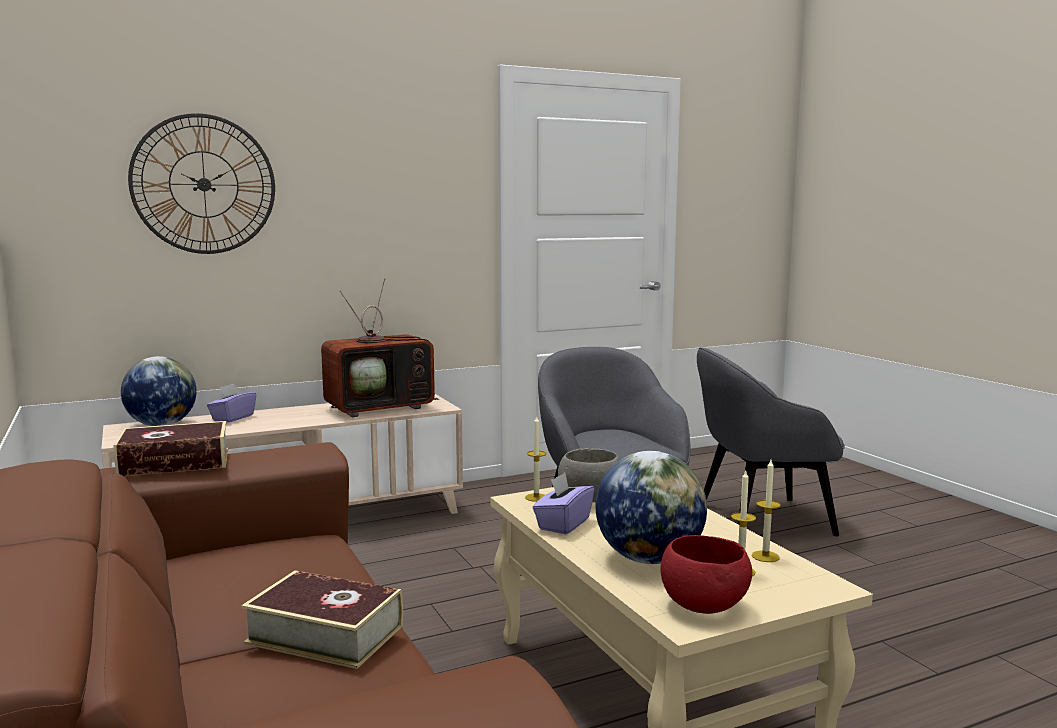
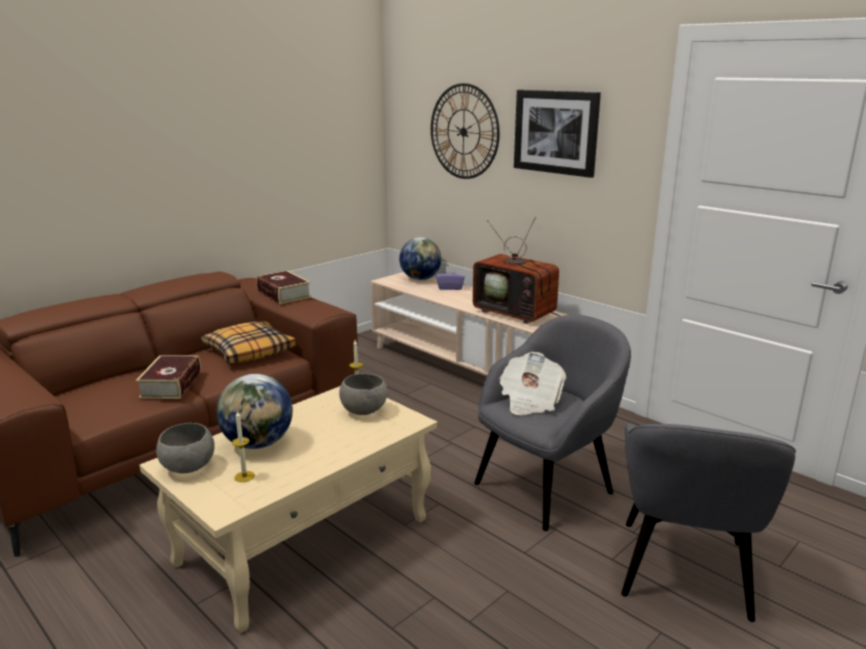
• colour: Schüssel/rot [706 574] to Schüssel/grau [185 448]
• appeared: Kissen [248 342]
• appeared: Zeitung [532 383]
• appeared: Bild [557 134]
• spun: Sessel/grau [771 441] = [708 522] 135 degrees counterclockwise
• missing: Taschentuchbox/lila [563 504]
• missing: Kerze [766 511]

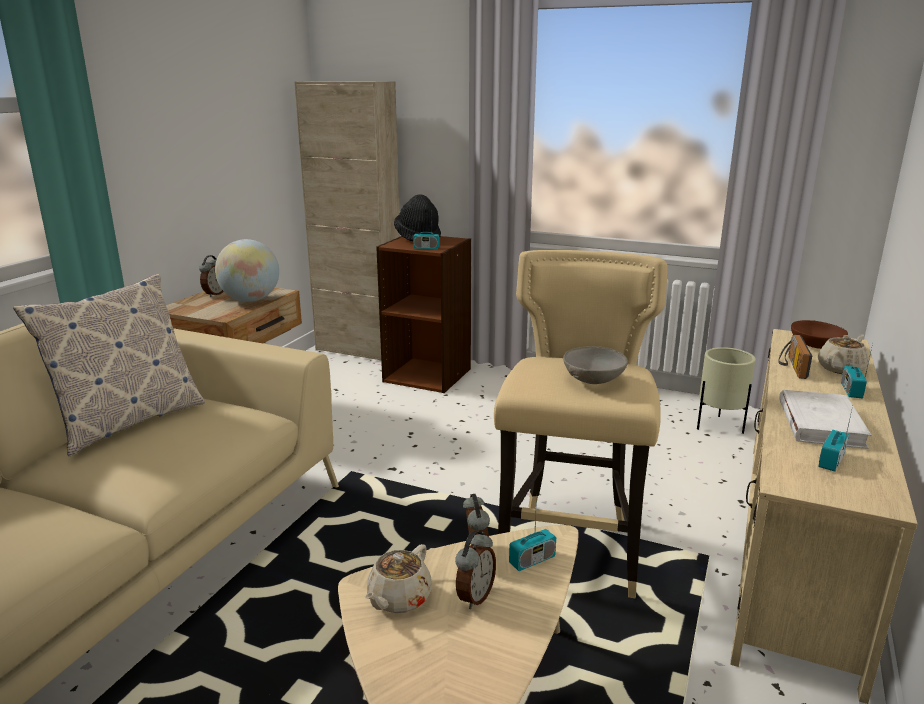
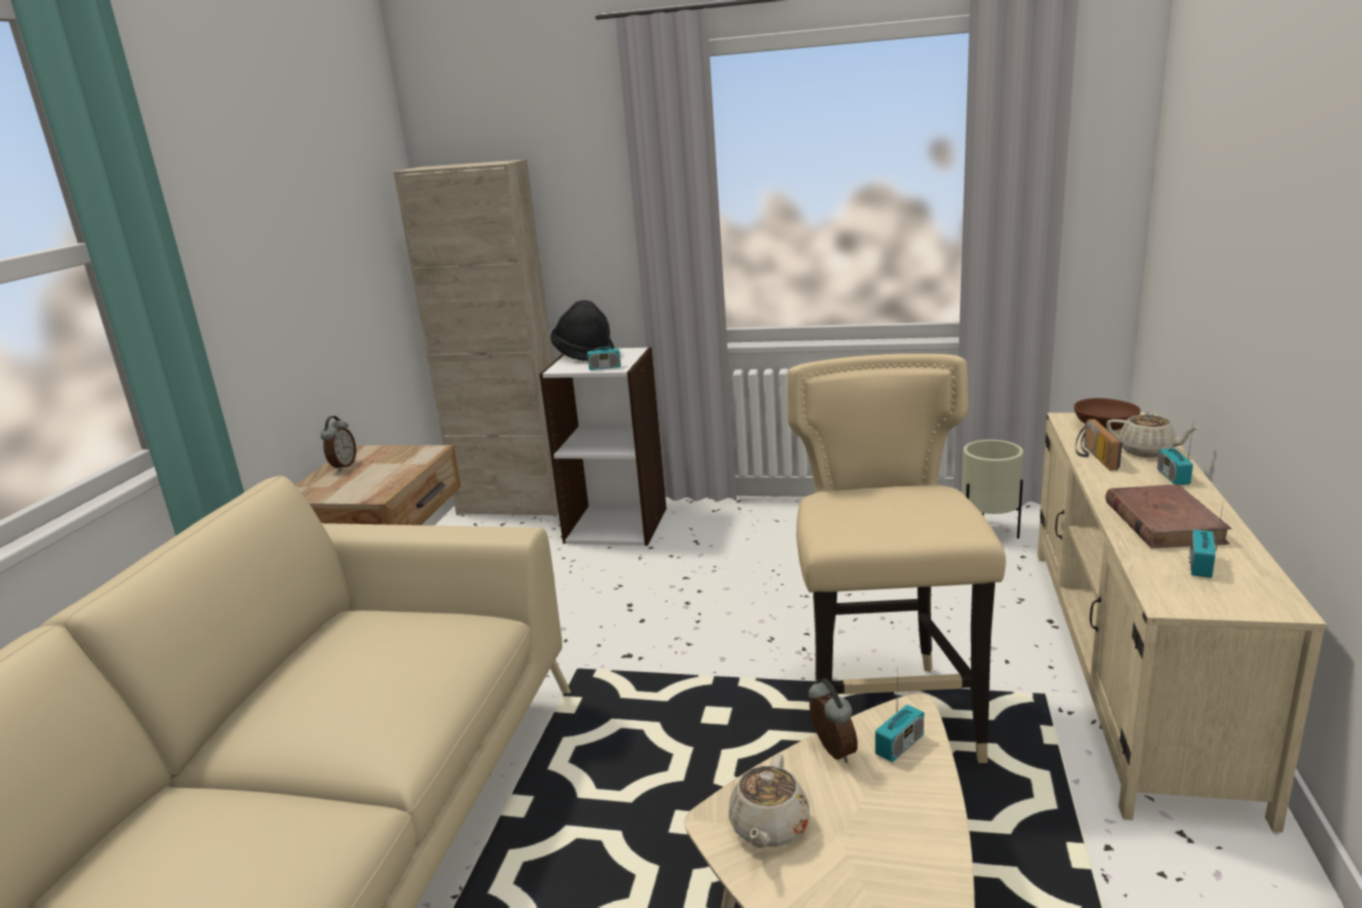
• colour: Bücherregal/braun [423 314] to Bücherregal/weiß [603 446]
• colour: Buch/weiß [825 419] to Buch/braun [1168 516]
• spun: Teekanne/beige [843 354] = [1152 434] 90 degrees clockwise
• missing: Kissen [109 365]
• missing: Globus [247 270]
• missing: Wecker [475 570]
• missing: Schüssel/grau [595 365]

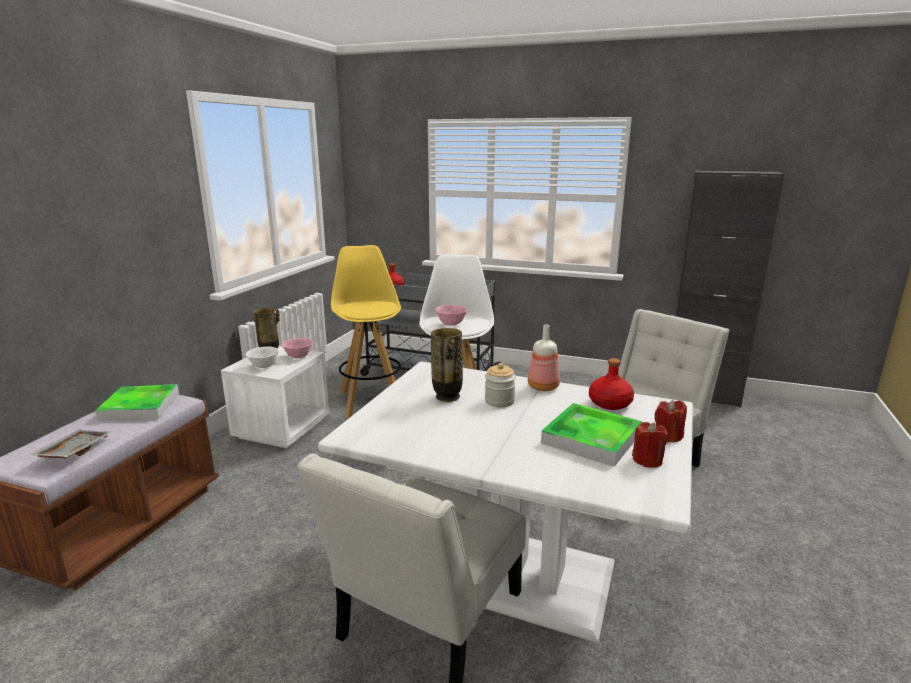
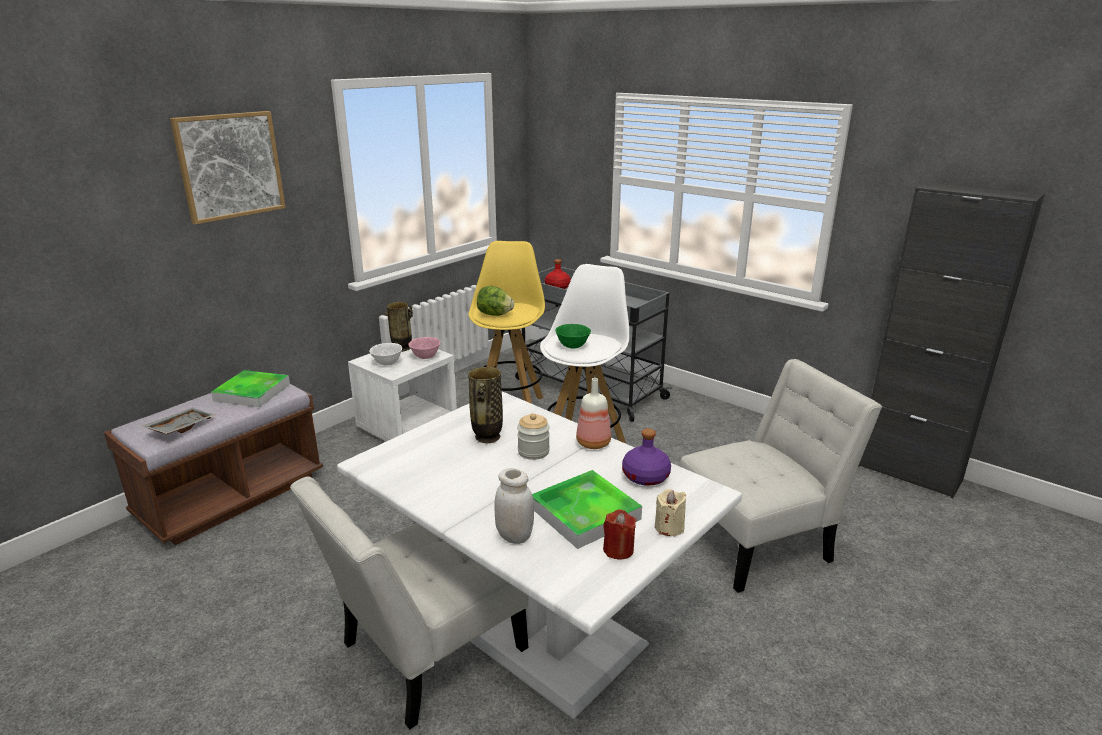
• appeared: Bild [228 168]
• appeared: Salatkopf [495 301]
• appeared: Vorratsglas/weiß [514 506]
• colour: Schüssel/rosa [451 315] to Schüssel/grün [573 336]
• colour: Flasche/rot [611 384] to Flasche/lila [646 457]
• colour: Kerze/rot [670 421] to Kerze/beige [670 512]

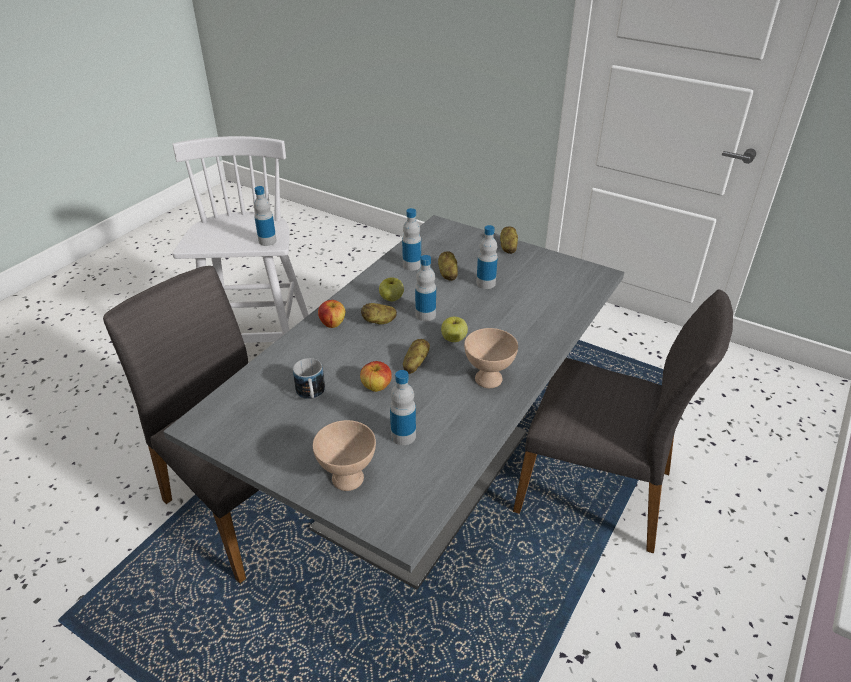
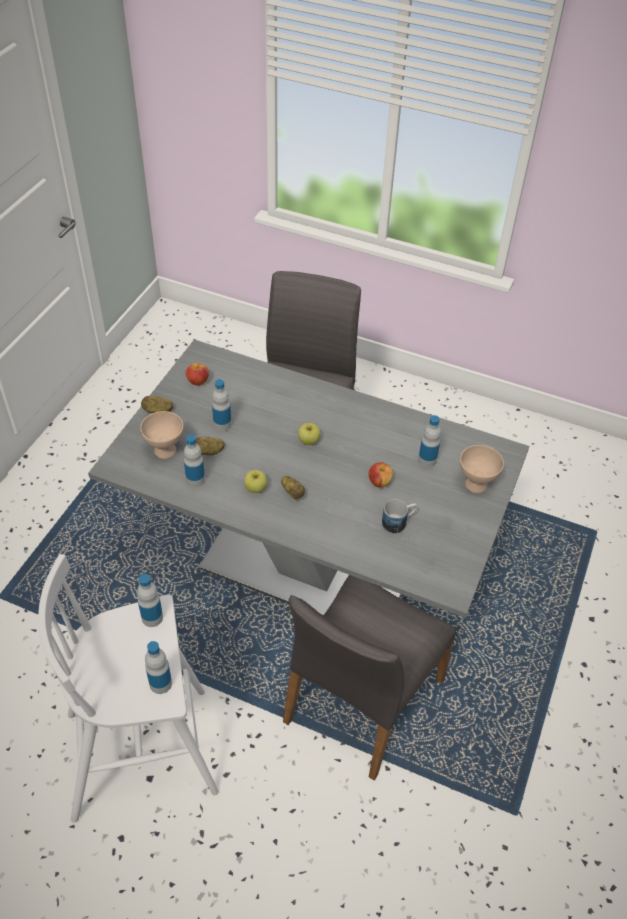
• relocated: Schüssel/beige [491 358] to [161 435]
• relocated: Flasche [425 288] to [158 667]
• relocated: Apfel [331 314] to [197 374]
• missing: Kartoffel [416 356]

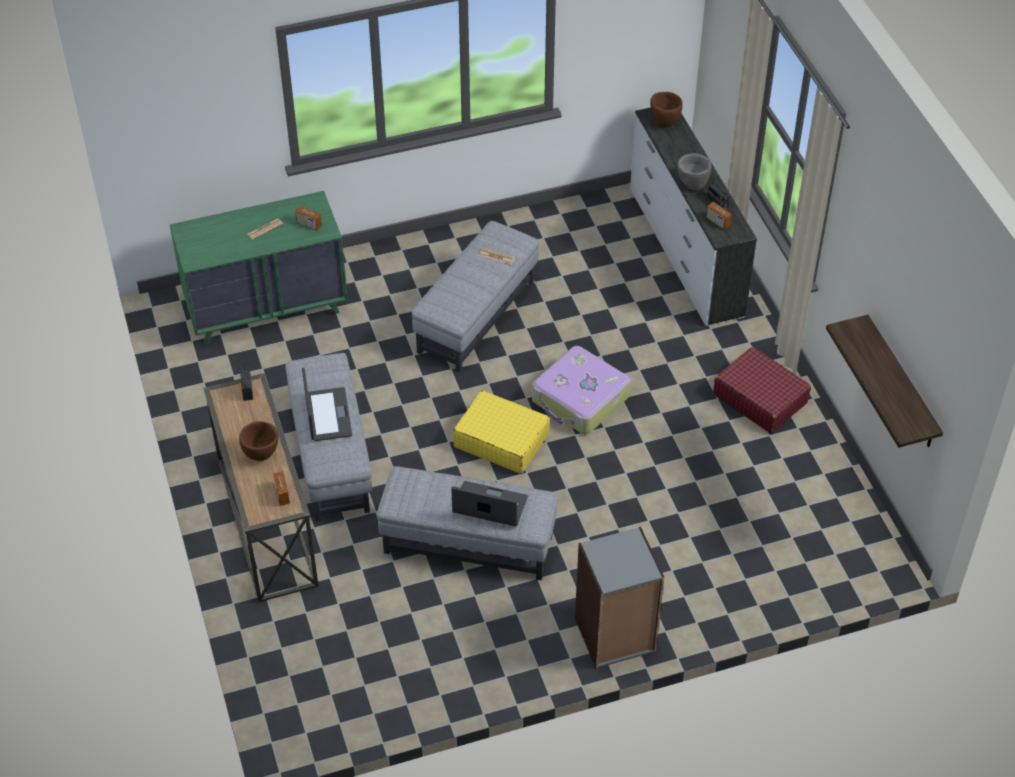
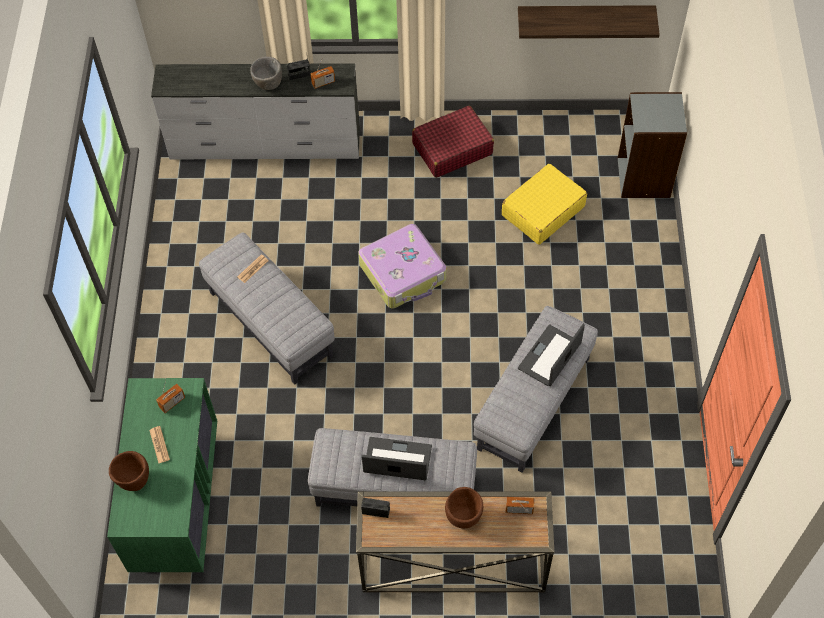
• relocated: Schüssel/braun [667 110] to [129 471]
• relocated: Koffer/gelb [501 432] to [544 204]
• relocated: Bücherregal/grau [619 598] to [652 145]

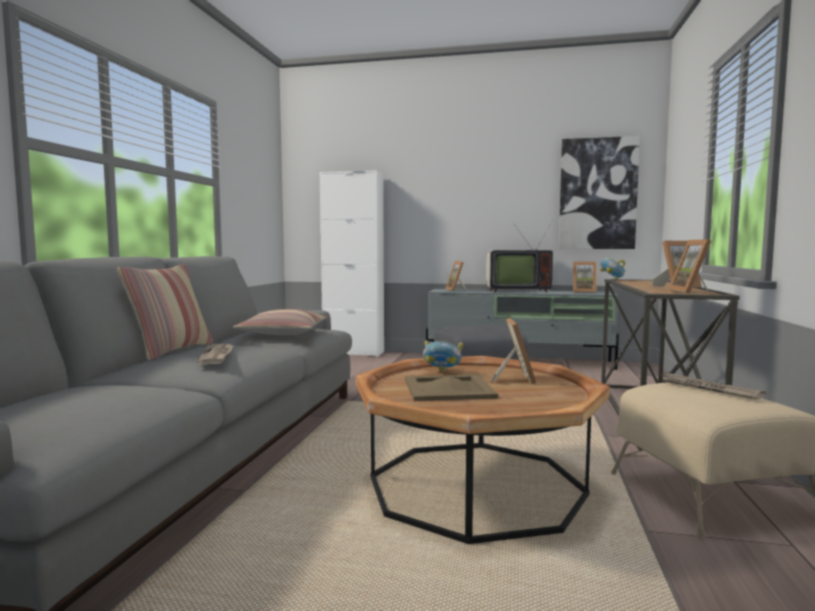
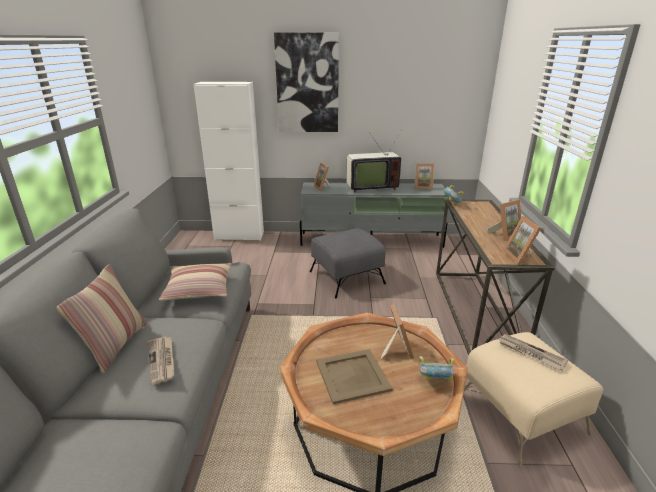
• relocated: Bild [599 192] to [306 82]
• relocated: Schüssel [443 356] to [436 369]

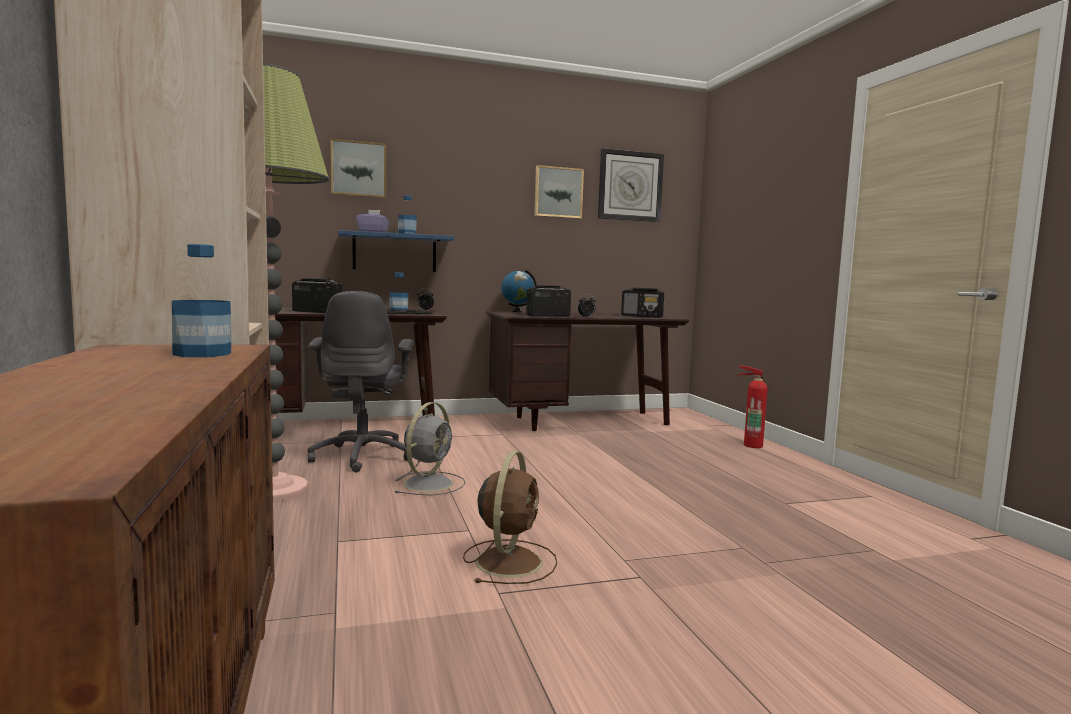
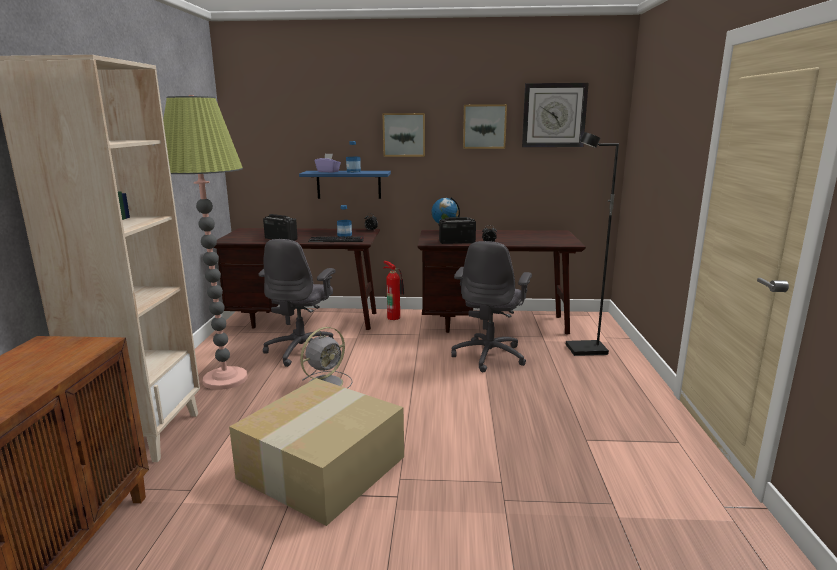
• exchanged: Ventilator/braun [510 517] to Karton [316 452]
• relocated: Bild [358 168] to [403 135]
• relocated: Feuerlöscher [752 406] to [394 290]
• appeared: Bürostuhl/grau [491 306]
• appeared: Stehlampe/schwarz [592 244]
• missing: Flasche [201 300]
• missing: Radio [642 303]

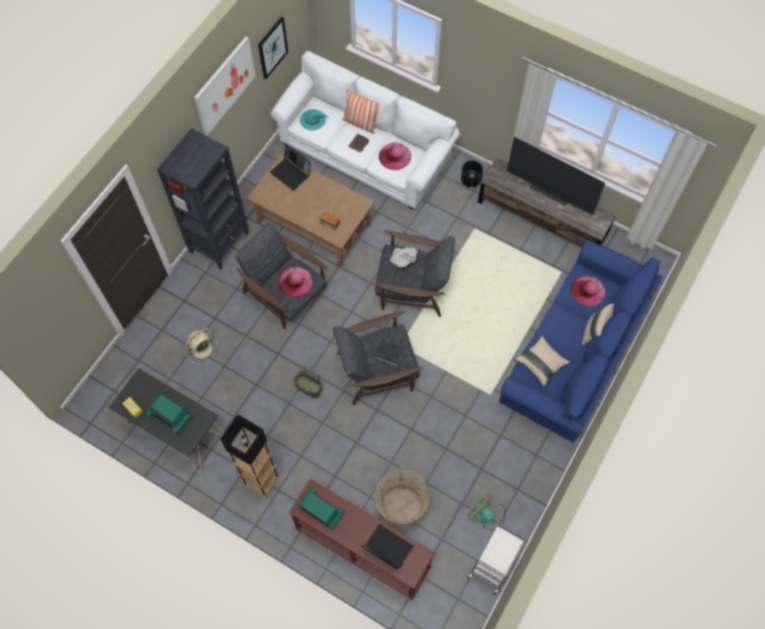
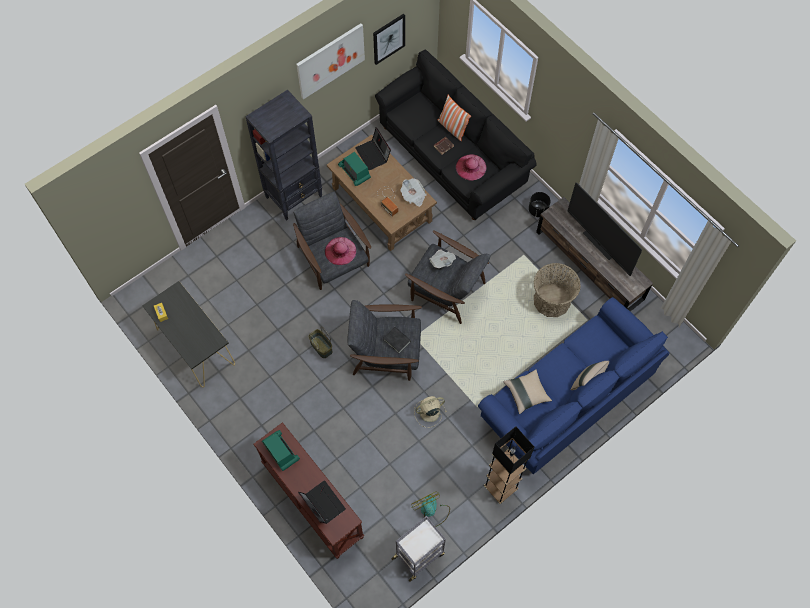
• relocated: Radio [168 414] to [354 169]
• colour: Sofa/weiß [365 130] to Sofa/schwarz [456 134]
• appeared: Zeitung [413 192]
• relocated: Ventilator/beige [201 346] to [430 412]
• relocated: Stehlampe/schwarz [250 456] to [509 465]
• relocated: Korb [402 499] to [557 290]
• missing: Hut/türkis [314 120]
• missing: Hut/rosa [588 291]

